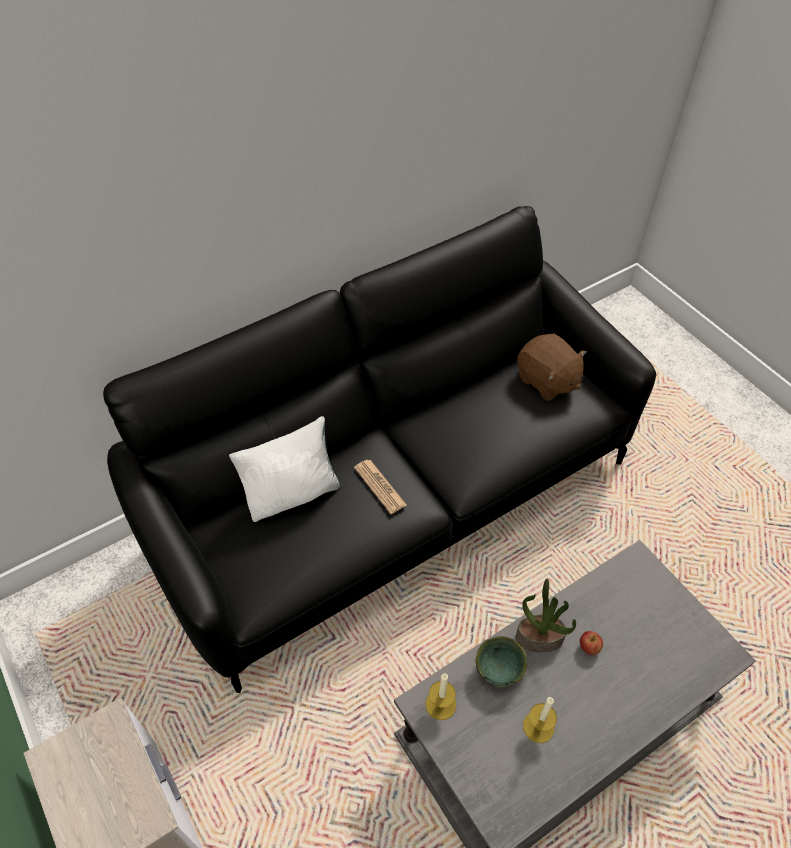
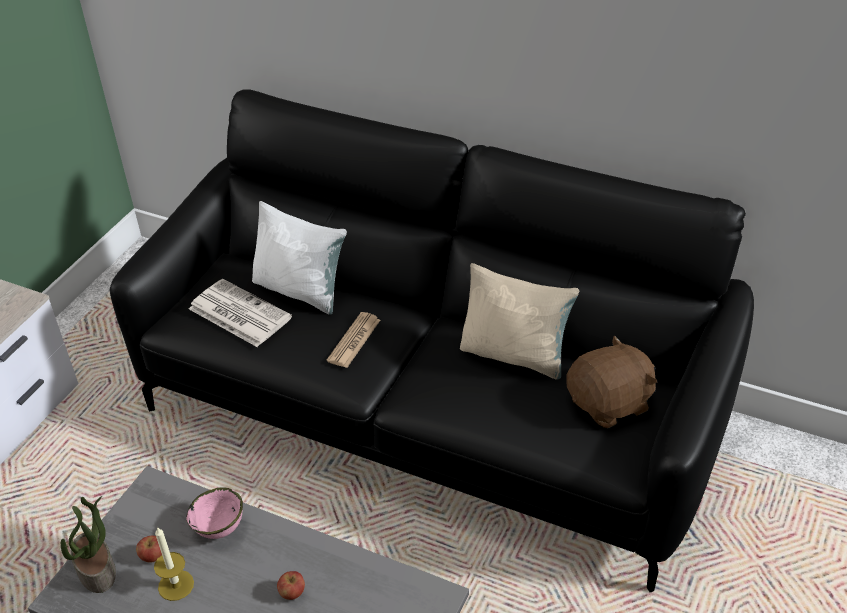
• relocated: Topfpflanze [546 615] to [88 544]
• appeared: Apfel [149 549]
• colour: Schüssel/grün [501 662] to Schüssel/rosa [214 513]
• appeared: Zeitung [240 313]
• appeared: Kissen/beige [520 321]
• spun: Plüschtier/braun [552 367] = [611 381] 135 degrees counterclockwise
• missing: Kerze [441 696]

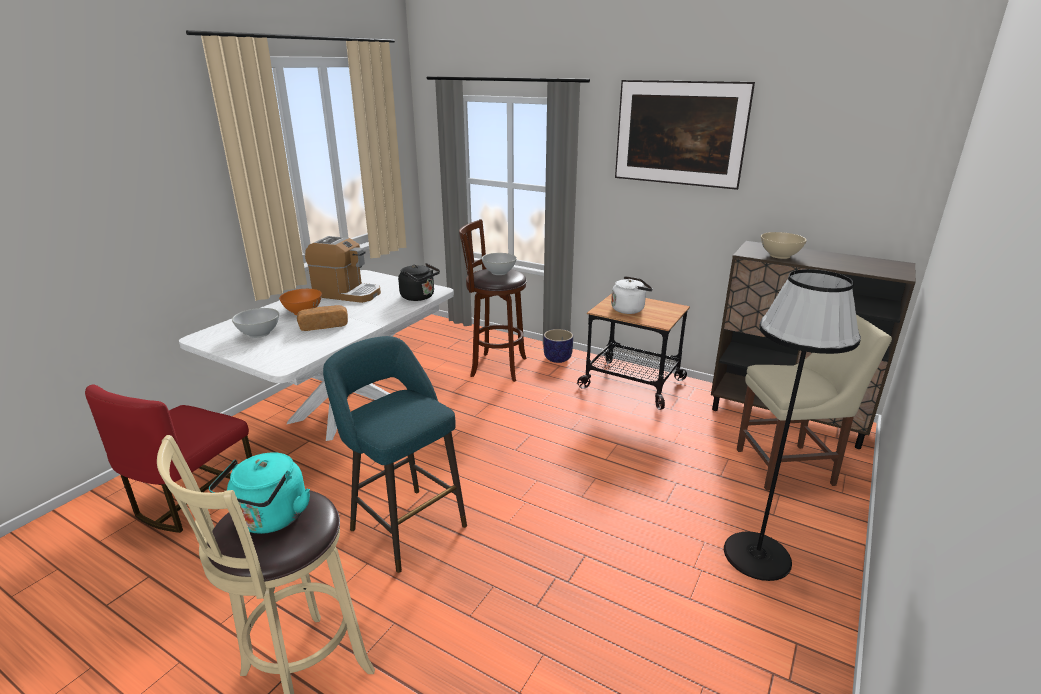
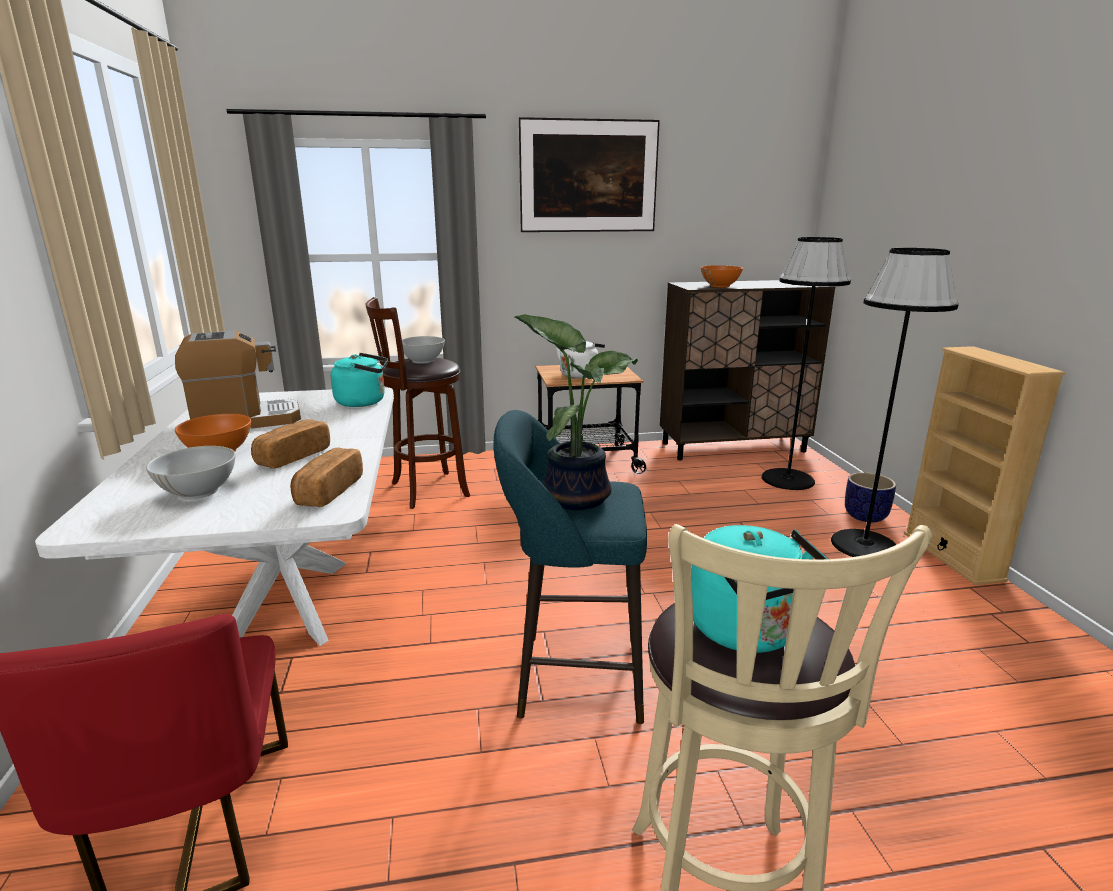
• appeared: Brot [326 477]
• colour: Wasserkessel/schwarz [419 282] to Wasserkessel/türkis [359 380]
• appeared: Topfpflanze [576 412]
• colour: Schüssel/beige [784 245] to Schüssel/orange [722 276]
• exchanged: Stuhl/beige [814 402] to Stehlampe/schwarz [806 363]
• relocated: Pflanzkübel [558 346] to [870 497]
• appeared: Bücherregal/beige [985 465]

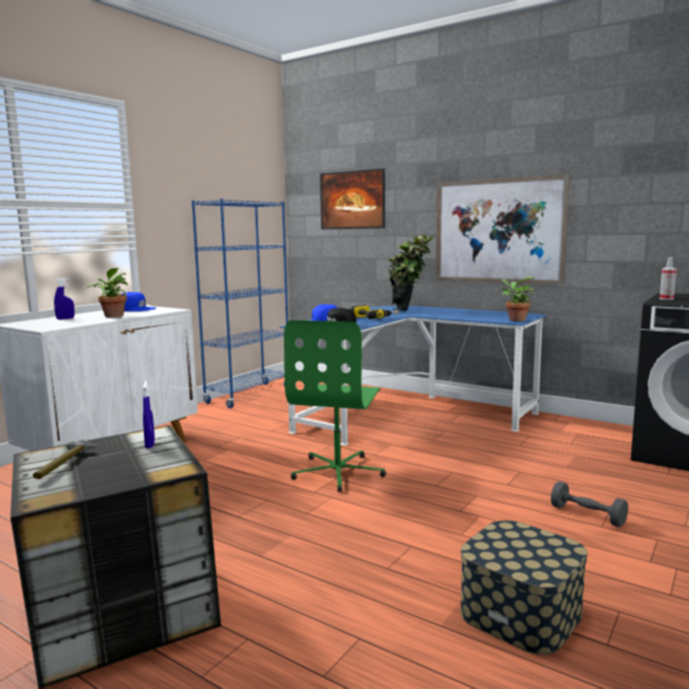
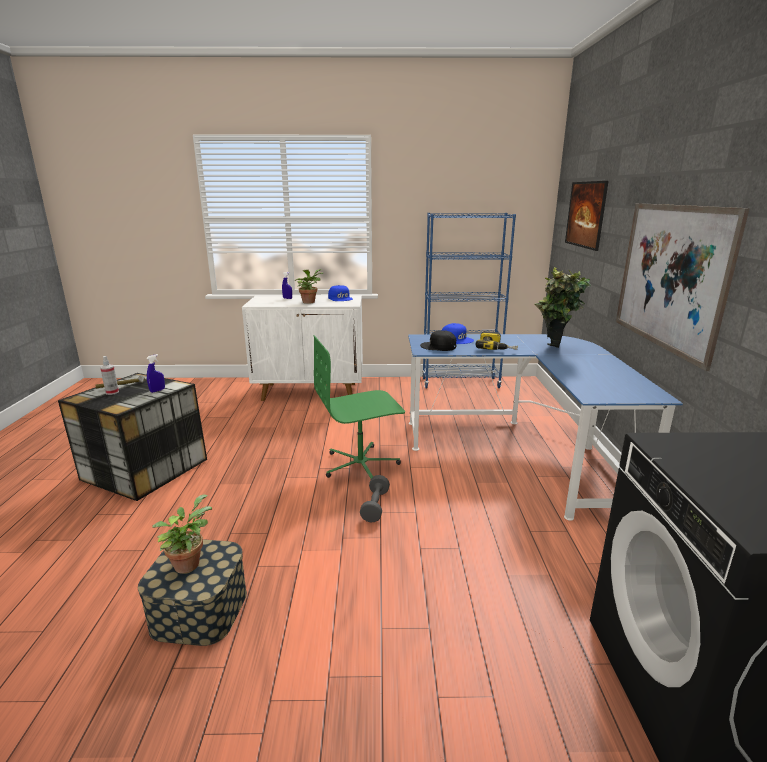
• relocated: Sprühflasche [668 278] to [109 375]
• relocated: Topfpflanze [518 299] to [182 534]
• relocated: Hantel/grau [589 504] to [375 498]

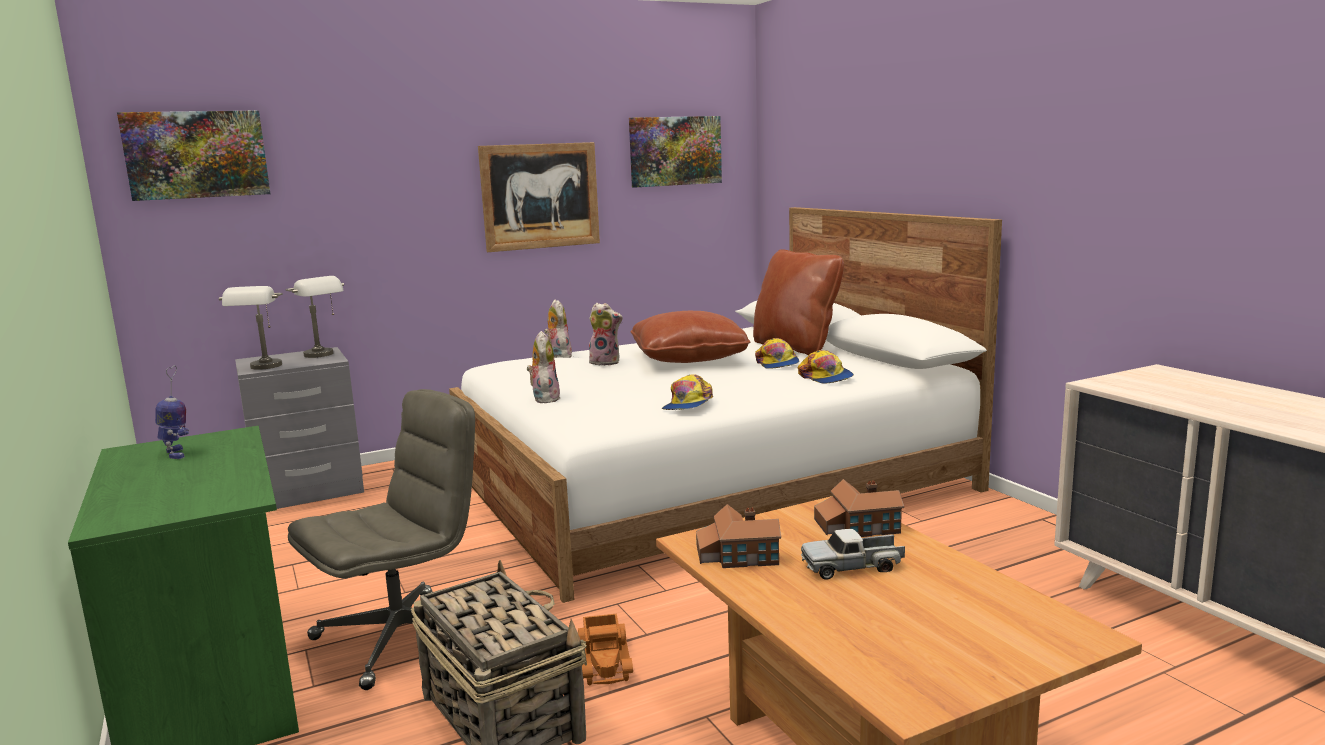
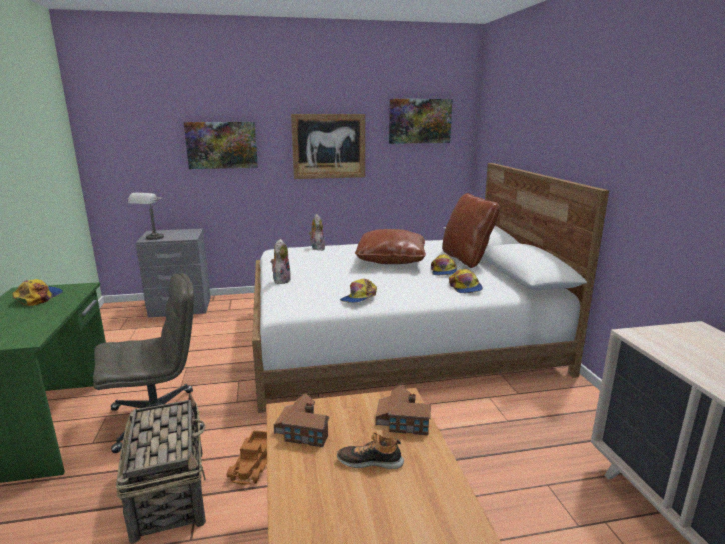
• exchanged: Spielzeugroboter [172 412] to Kappe [37 292]
• relocated: Bild [194 155] to [221 145]
• exchanged: Spielzeuglaster [853 554] to Schuh [370 450]
• missing: Tischlampe/grau [315 317]
• missing: Plüschtier [605 334]

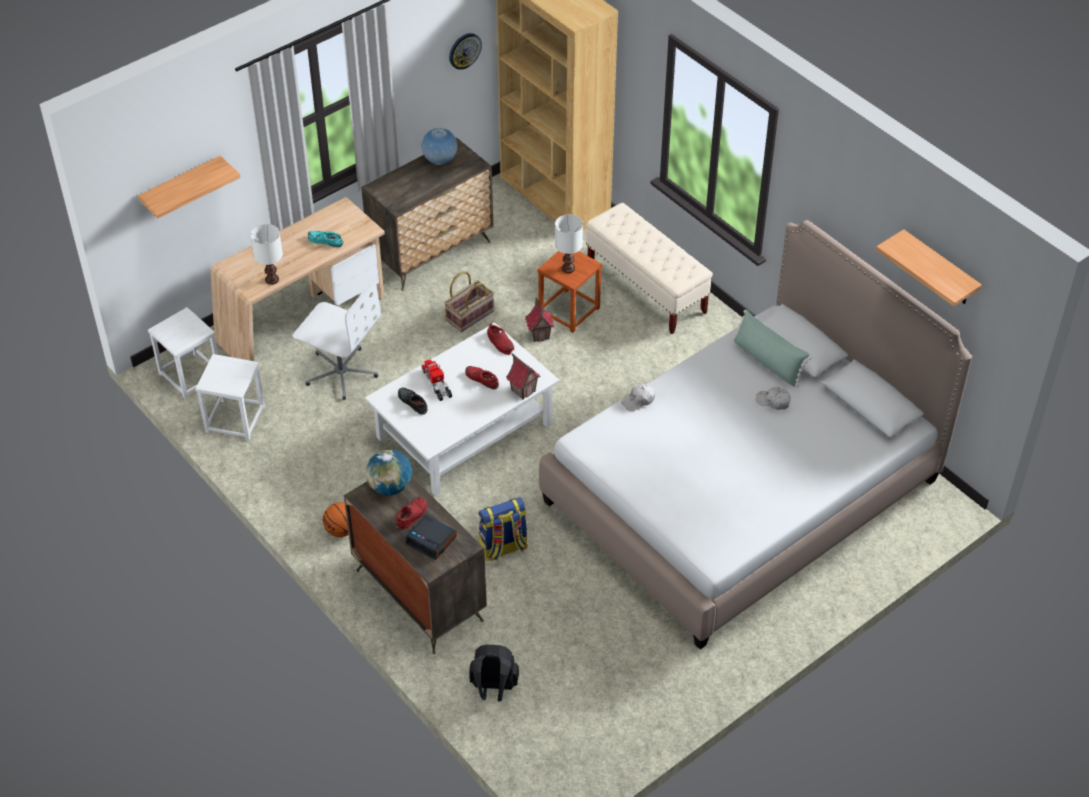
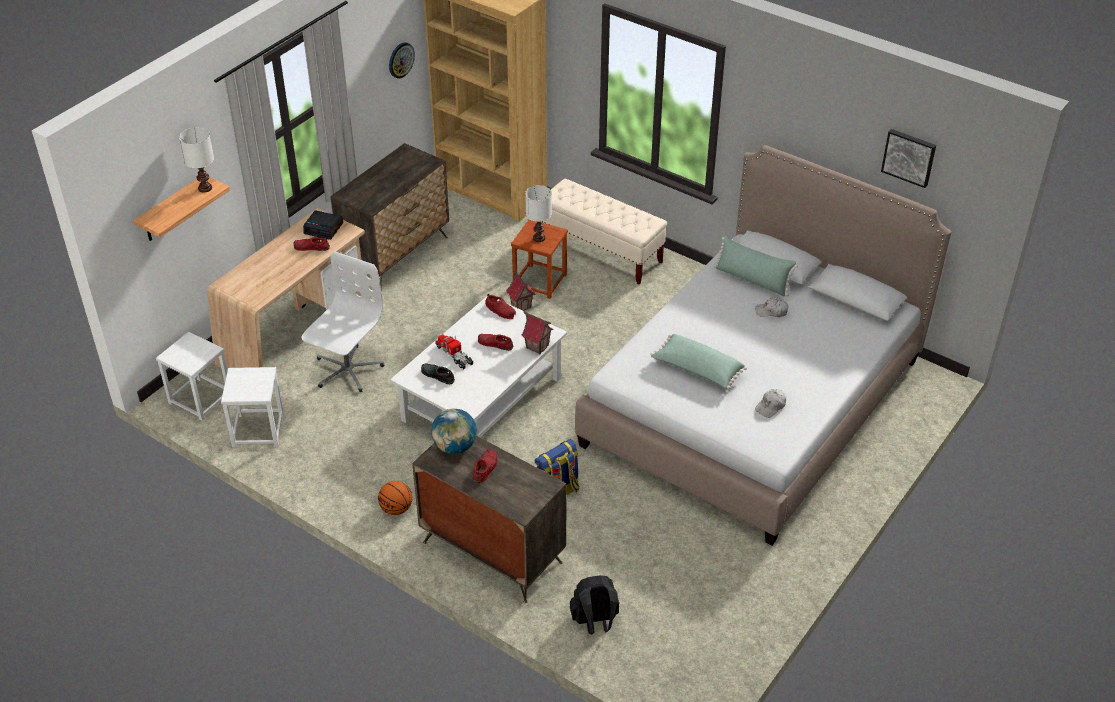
• relocated: Tischlampe/weiß [266 254] to [196 160]
• colour: Schuh/türkis [325 239] to Schuh/rot [311 244]
• spun: Bürostuhl/weiß [337 339] = [342 322] 75 degrees counterclockwise
• relocated: Wecker [431 537] to [323 225]
• appeared: Kissen/grün [698 361]
• relocated: Kappe/weiß [638 397] to [770 403]
• exchanged: Wandregal [929 267] to Bild [908 158]
• missing: Globus [439 146]
• missing: Korb [469 301]

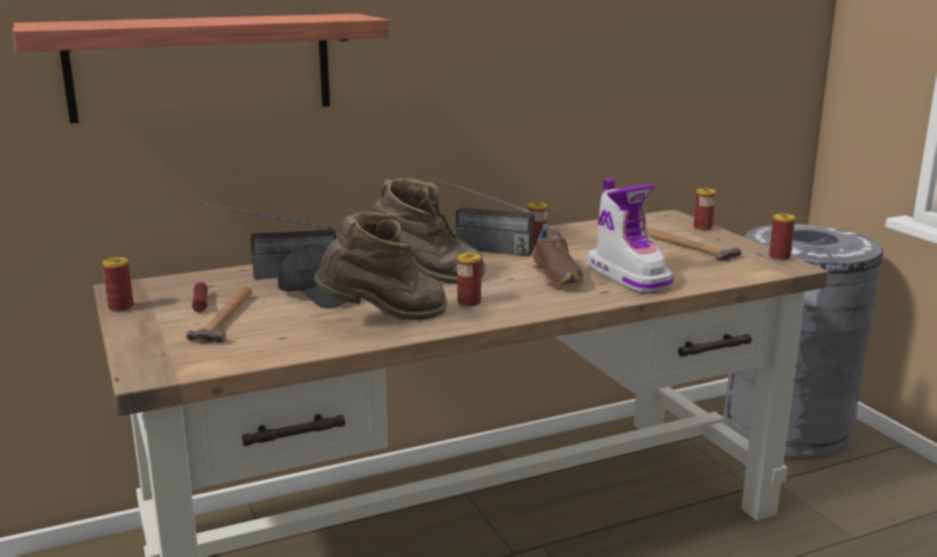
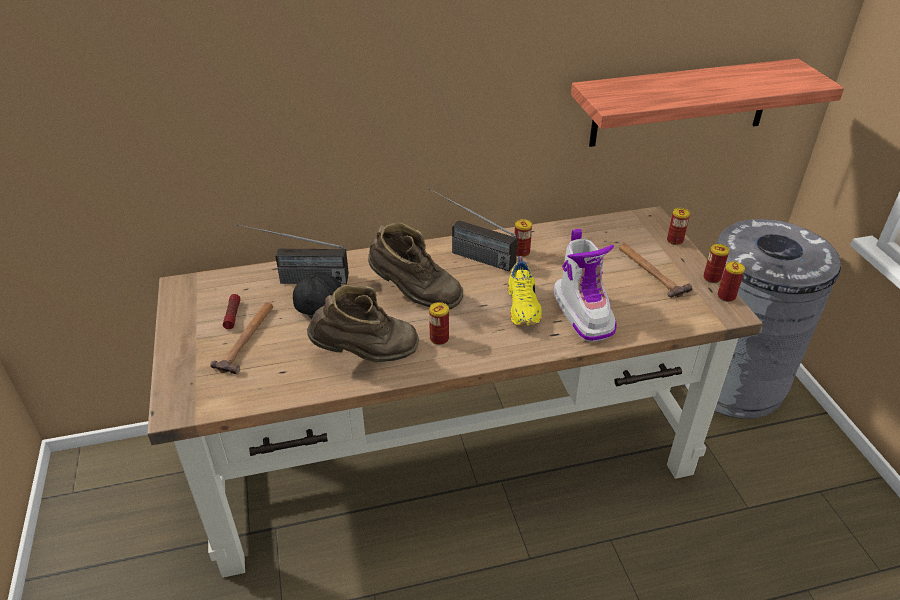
• colour: Schuh/braun [558 254] to Schuh/gelb [524 291]
• relocated: Wandregal [201 68] to [707 103]
• relocated: Dose [118 284] to [716 263]

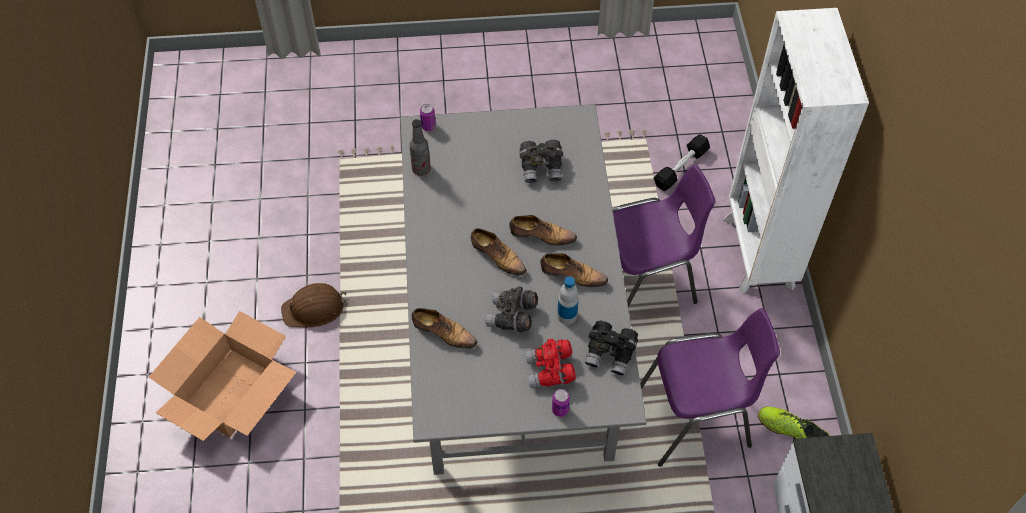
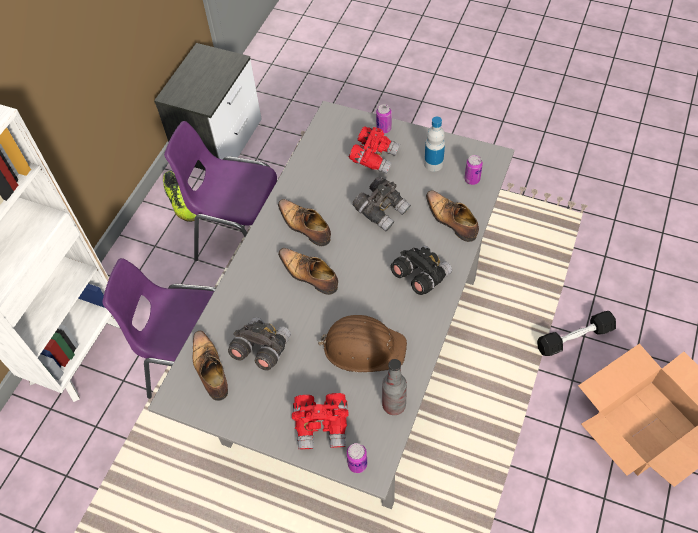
• relocated: Schuh [499 252] to [210 365]
• appeared: Fernglas/rot [320 421]
• relocated: Schutzhelm/braun [313 305] to [362 343]
• relocated: Fernglas/schwarz [611 348] to [421 270]
• relocated: Flasche [568 300] to [434 144]
• appeared: Dose [473 170]
• relocated: Hantel/schwarz [682 162] to [576 333]

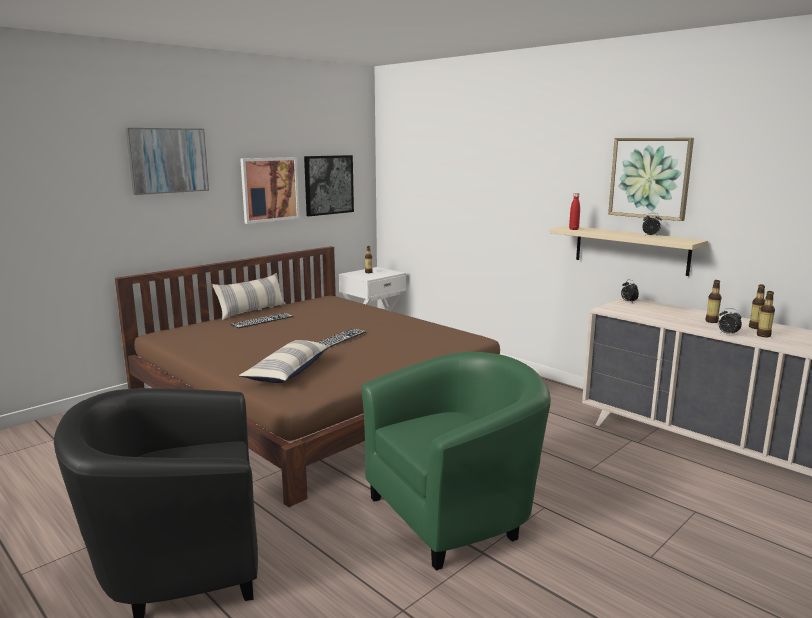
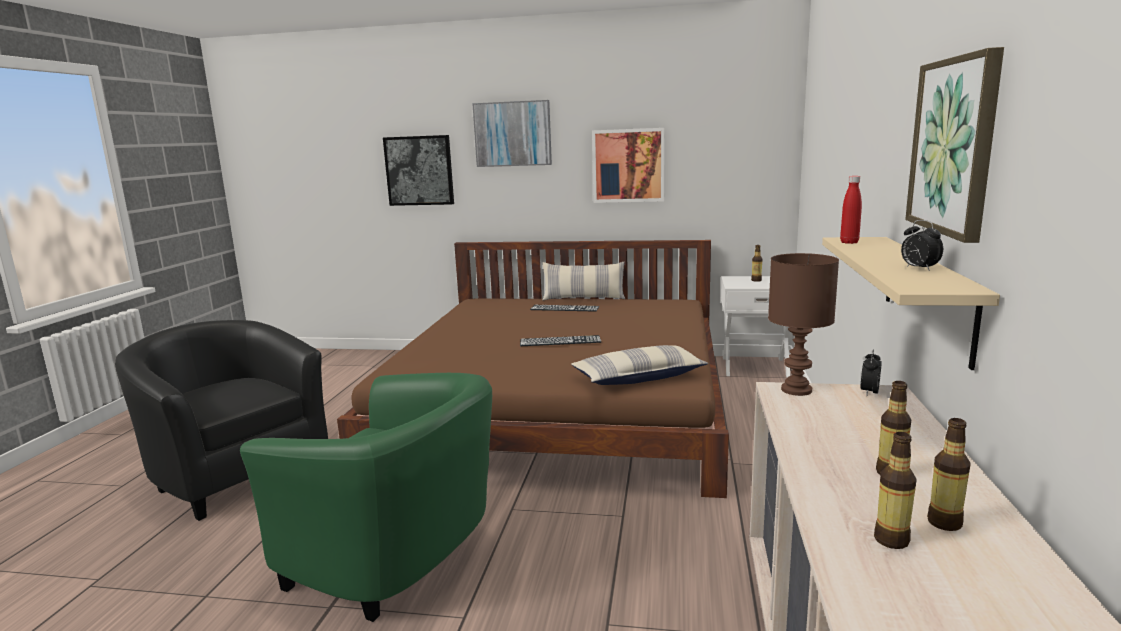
• relocated: Bild [329 185] to [418 170]
• relocated: Kissen [284 361] to [639 365]
• appeared: Tischlampe/braun [803 324]
• missing: Wecker [730 321]

